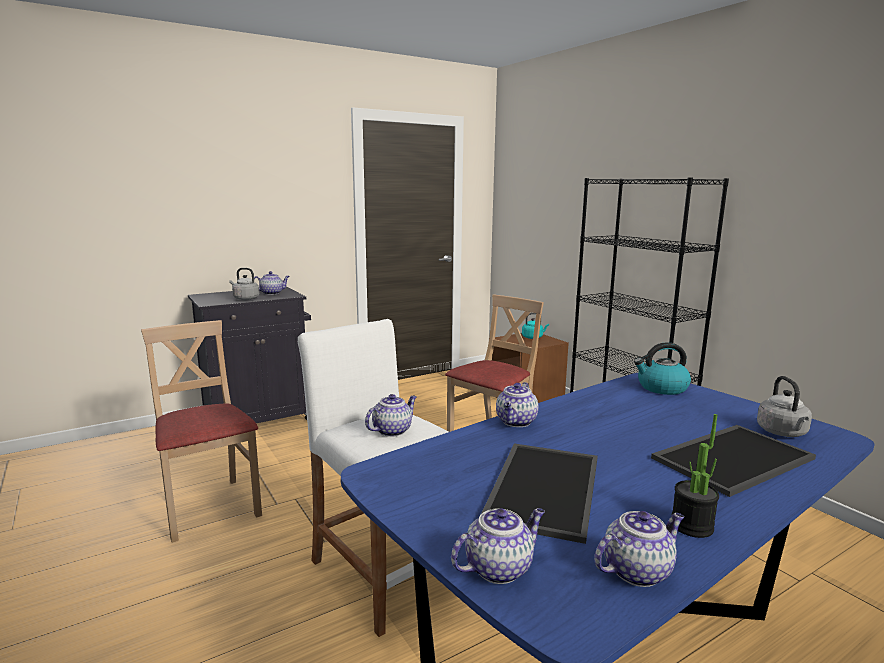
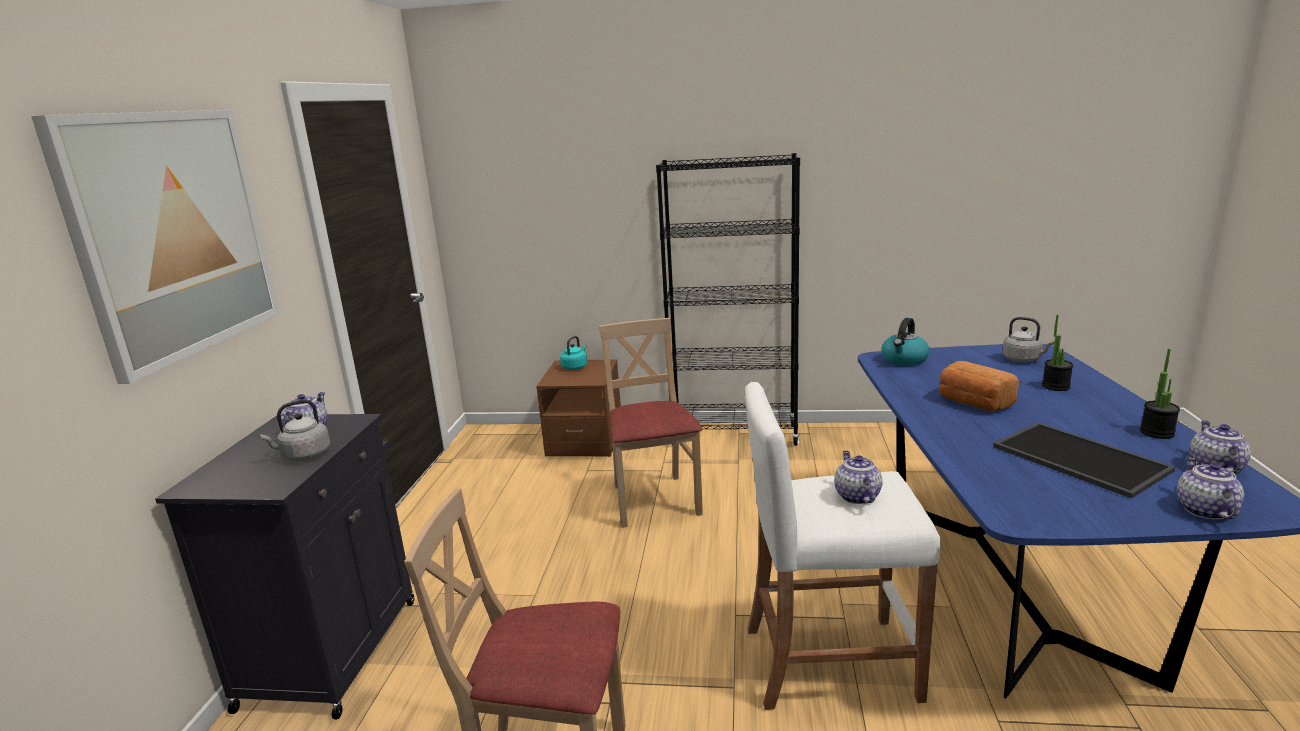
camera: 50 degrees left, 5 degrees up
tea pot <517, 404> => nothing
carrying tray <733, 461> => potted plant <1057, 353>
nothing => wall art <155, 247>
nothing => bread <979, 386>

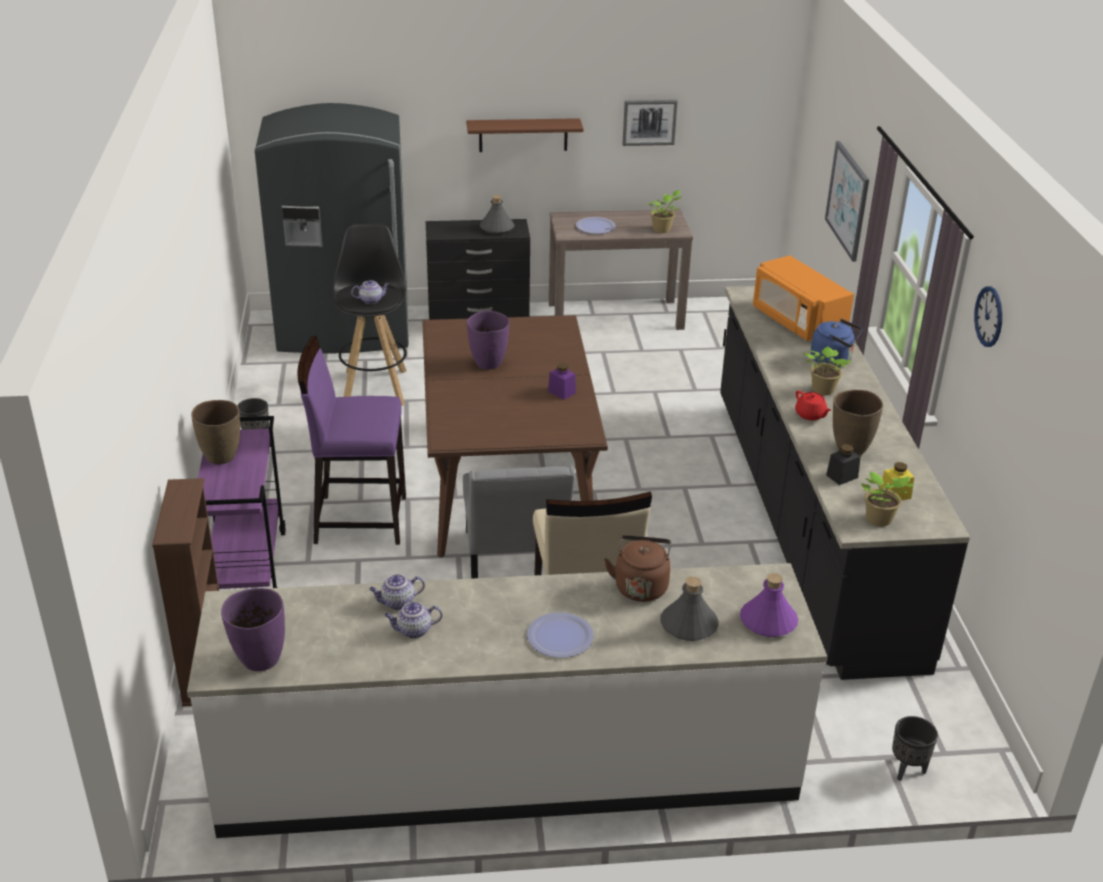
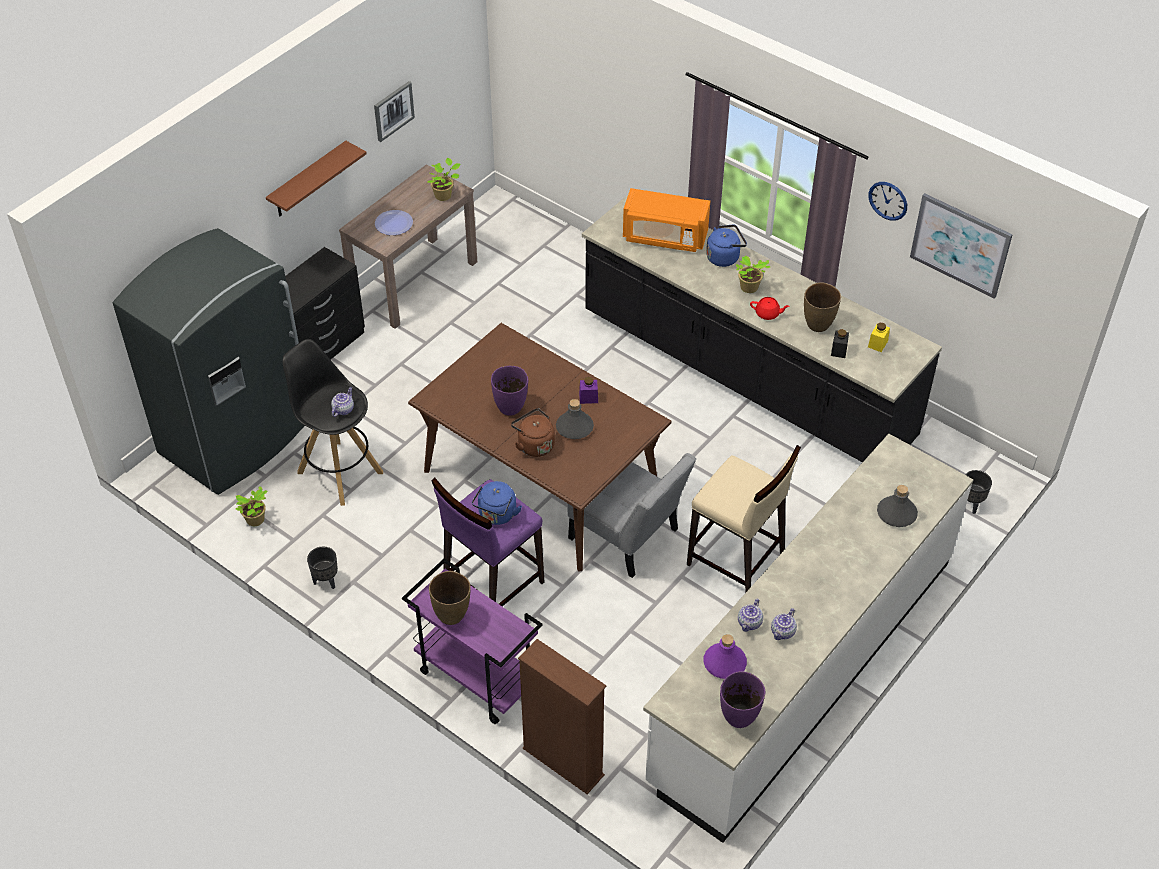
camera: 45 degrees left, 15 degrees up
wall art <847, 201> => wall art <961, 246>, shifted
drink bottle in grey <497, 214> => drink bottle in grey <575, 419>, shifted
potted plant <888, 499> => potted plant <251, 506>, shifted
water kettle in brown <638, 568> => water kettle in brown <533, 432>, shifted
drink bottle in purple <769, 605> => drink bottle in purple <725, 656>, shifted
dinner plate <560, 635> => nothing
nothing => water kettle in blue <497, 503>

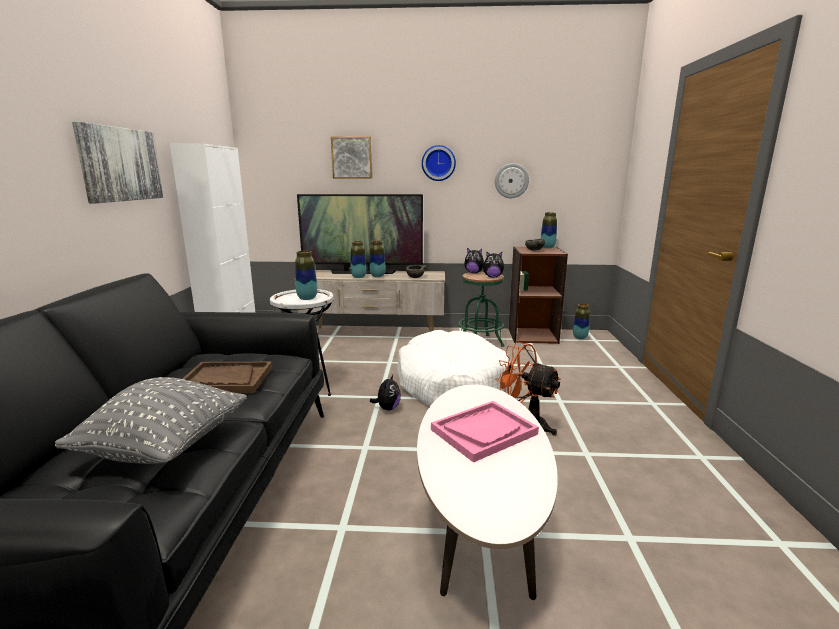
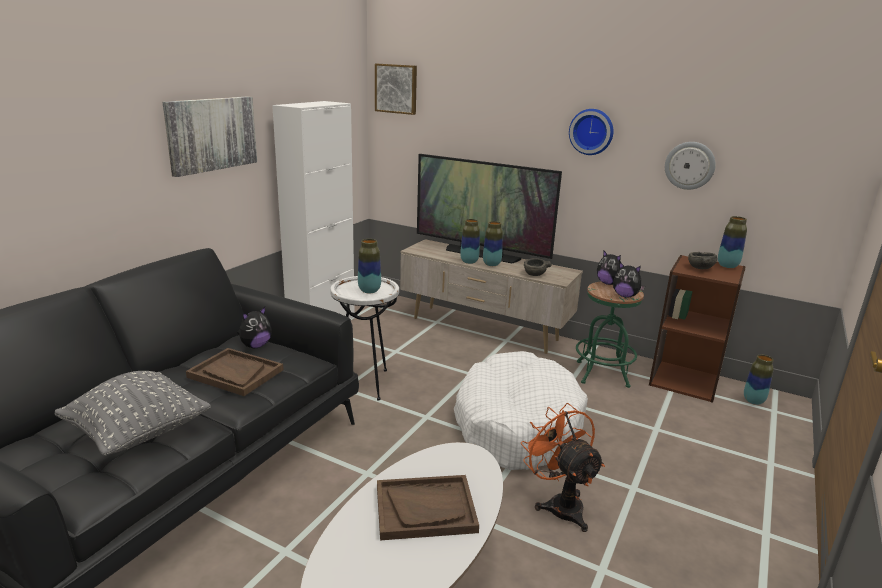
camera: 25 degrees right, 5 degrees up
wall art <352, 157> => wall art <396, 89>, shifted
plush toy <385, 393> => plush toy <254, 327>, shifted
carrying tray in pink <485, 432> => carrying tray in brown <428, 507>

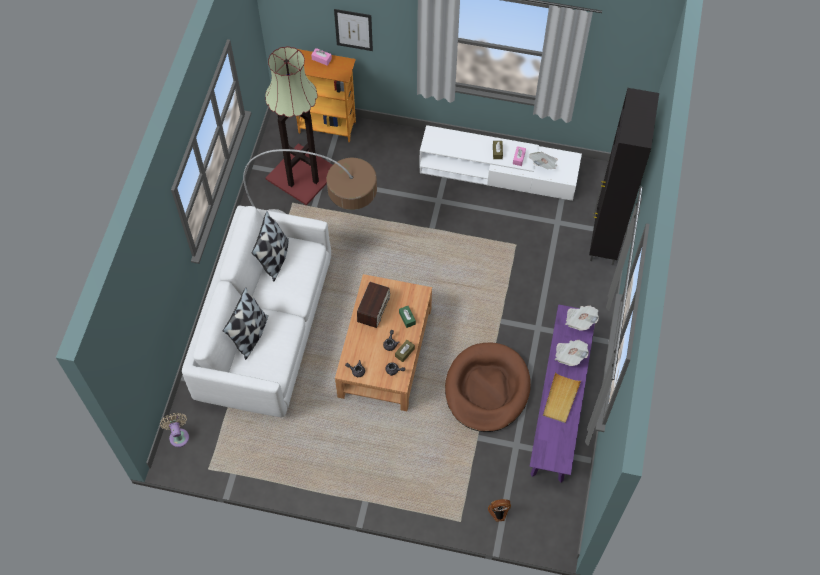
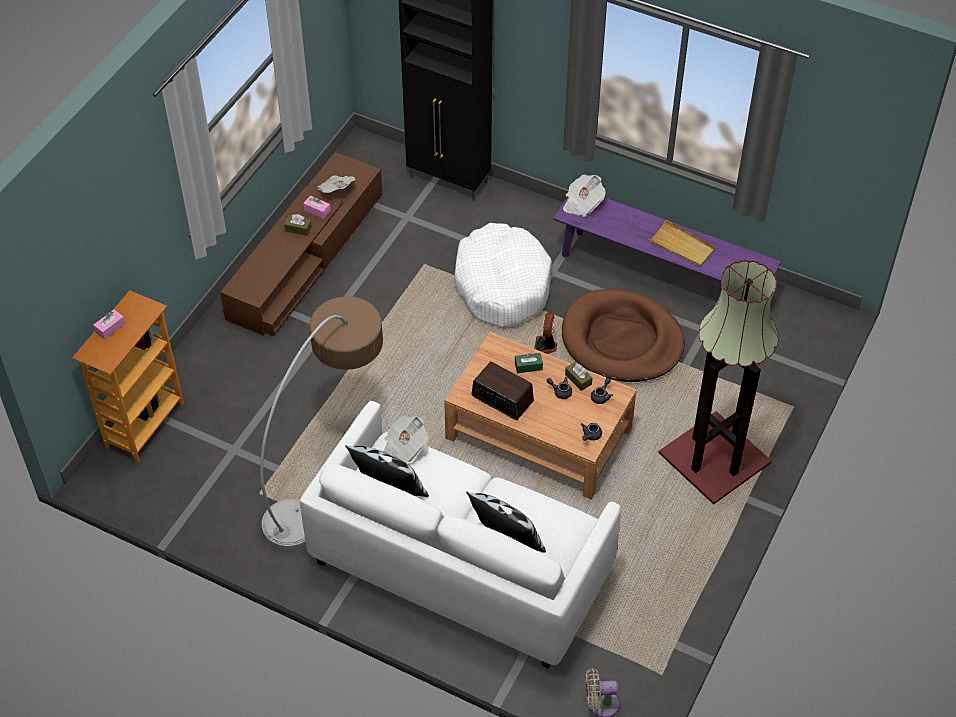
camera: 75 degrees left, 10 degrees down
wall art <353, 30> => nothing
floor lamp <298, 126> => floor lamp <718, 382>, shifted
tv unit in whitish <500, 163> => tv unit in brown <301, 244>
printed paper <572, 353> => printed paper <406, 439>, shifted
electric fan <499, 510> => electric fan <545, 333>, shifted
nothing => dog cushion in whitish <502, 275>

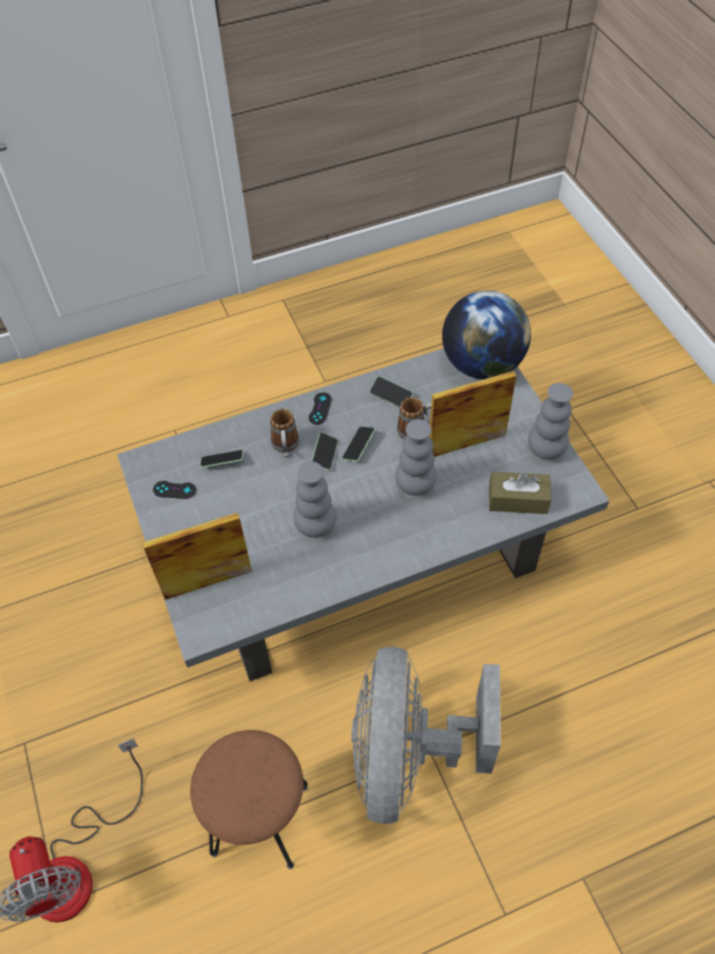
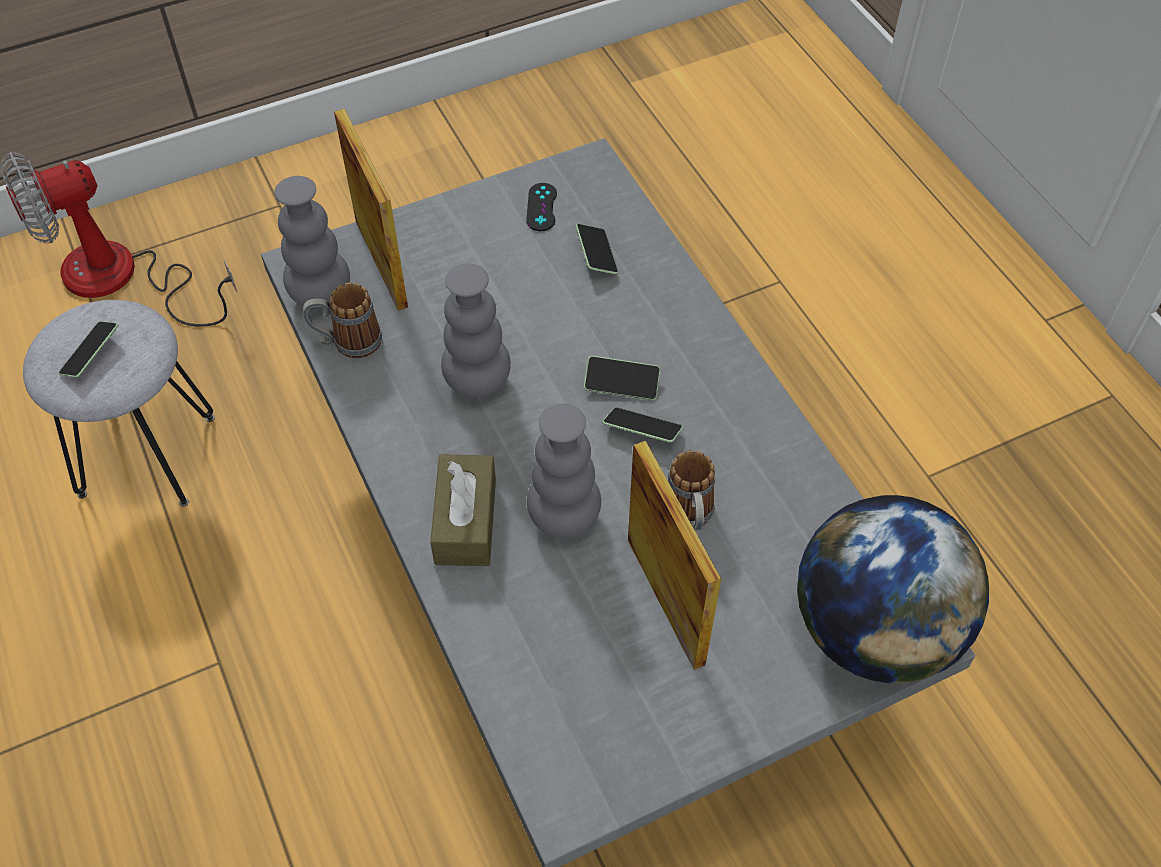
camera: 85 degrees right, 0 degrees up
telephone <391, 391> => telephone <88, 349>, shifted
vase in grey <550, 421> => vase in grey <312, 243>, shifted
gamepad in blackish <320, 408> => nothing
coffee mug <284, 433> => coffee mug <342, 320>, shifted
box of tissues in brown <520, 493> => box of tissues in brown <463, 510>, shifted
electric fan in grey <426, 735> => nothing
sitting stool in brown <249, 799> => sitting stool in grey <119, 403>

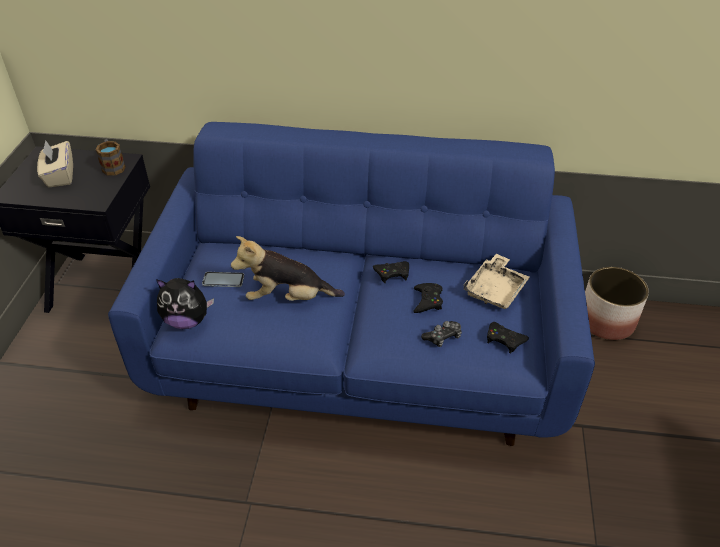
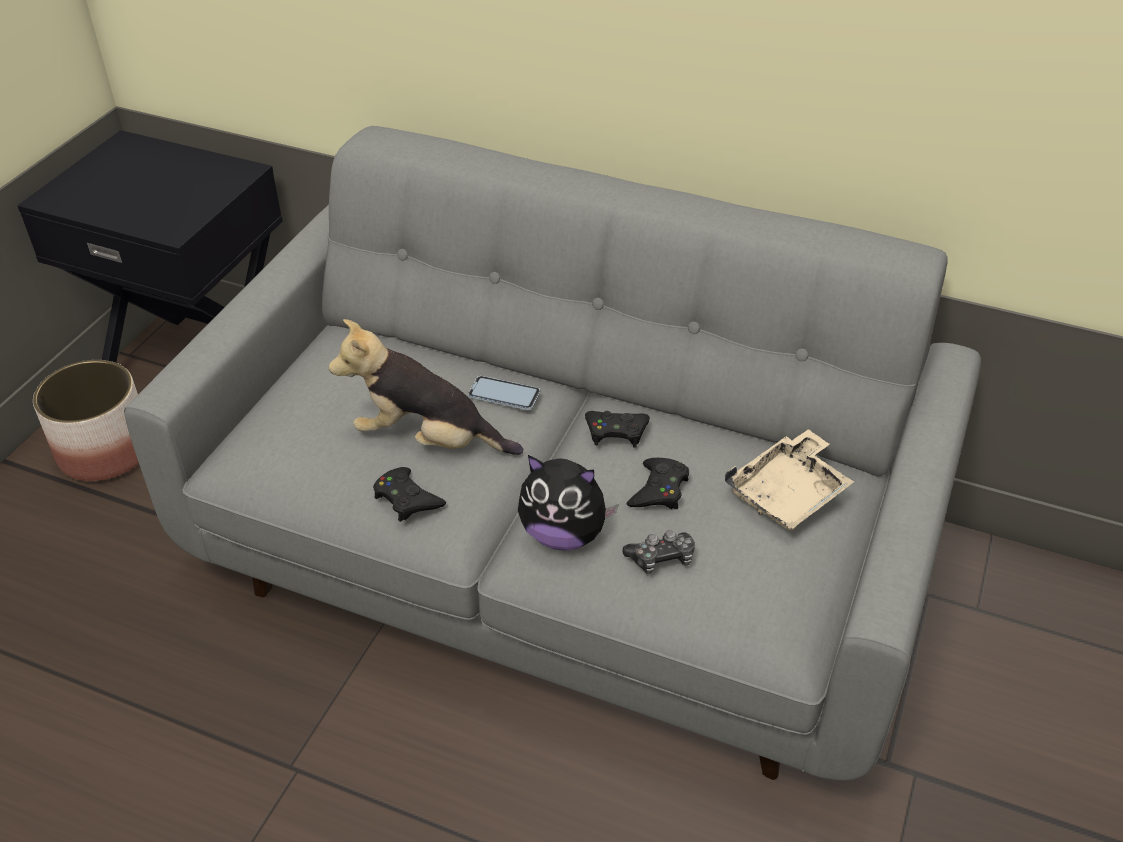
camera: 15 degrees right, 0 degrees up
couch in blue <351, 284> => couch in grey <552, 453>
coffee mug <110, 157> => nothing
box of tissues in sand-coloured <55, 163> => nothing
flower pot <617, 303> => flower pot <86, 420>, shifted
telephone <223, 279> => telephone <504, 393>, shifted
plush toy <185, 303> => plush toy <568, 503>, shifted
gamepad in blackish <508, 337> => gamepad in blackish <409, 494>, shifted

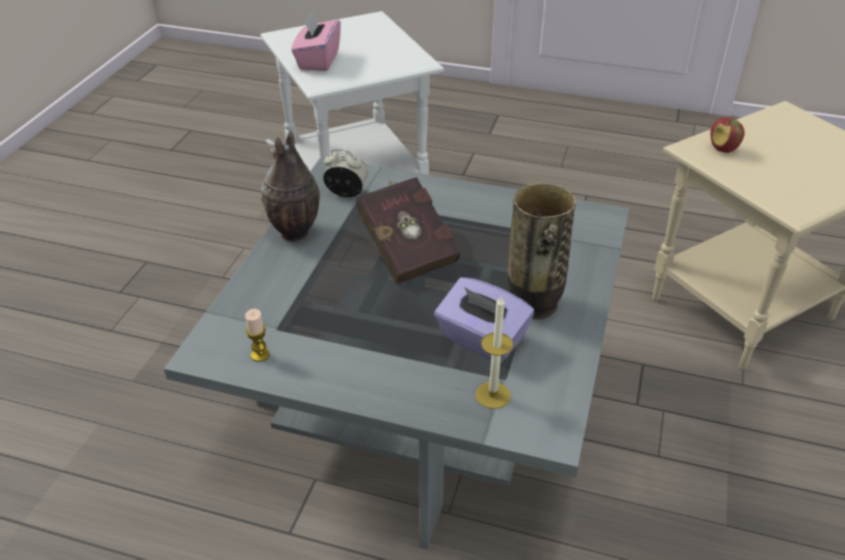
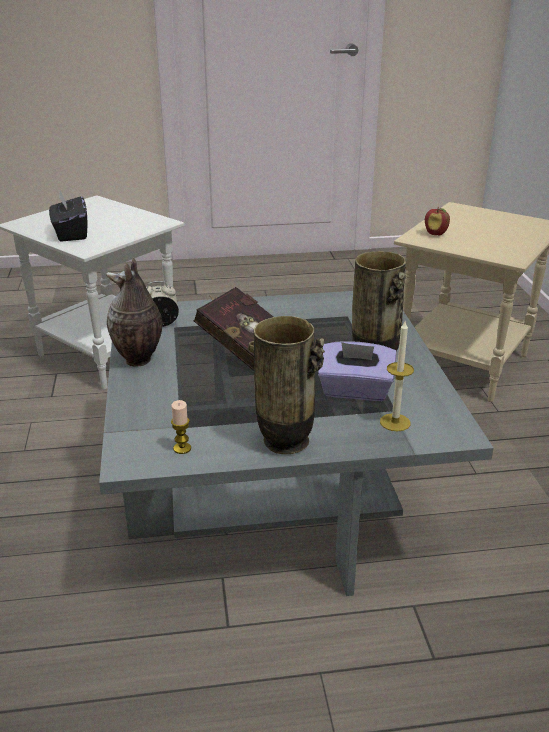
camera: 25 degrees left, 10 degrees down
box of tissues in pink <316, 41> => box of tissues in blackish <68, 216>
nothing => vase <286, 385>

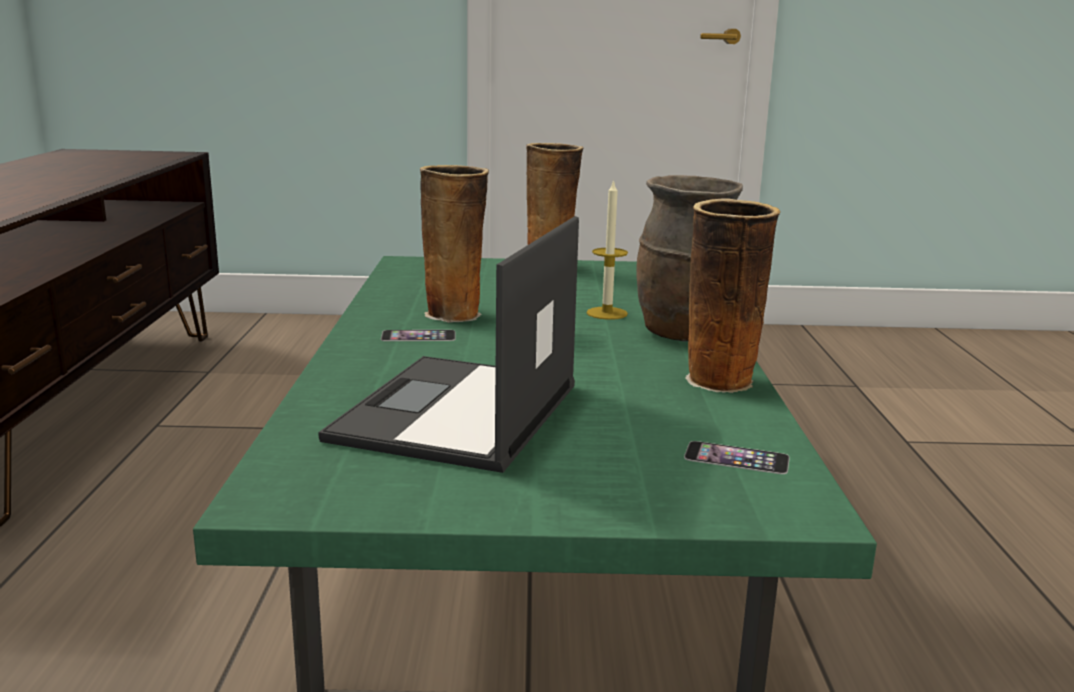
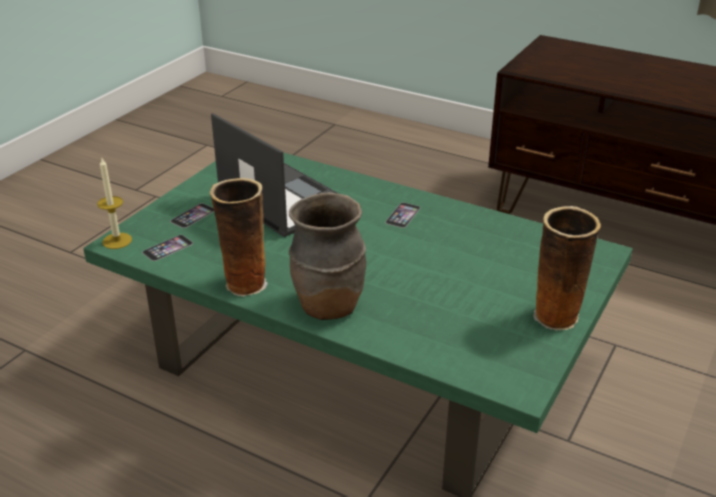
camera: 120 degrees right, 15 degrees up
vase <454, 244> => nothing
wax candle <607, 249> => wax candle <114, 203>, shifted
nothing => telephone <192, 215>

